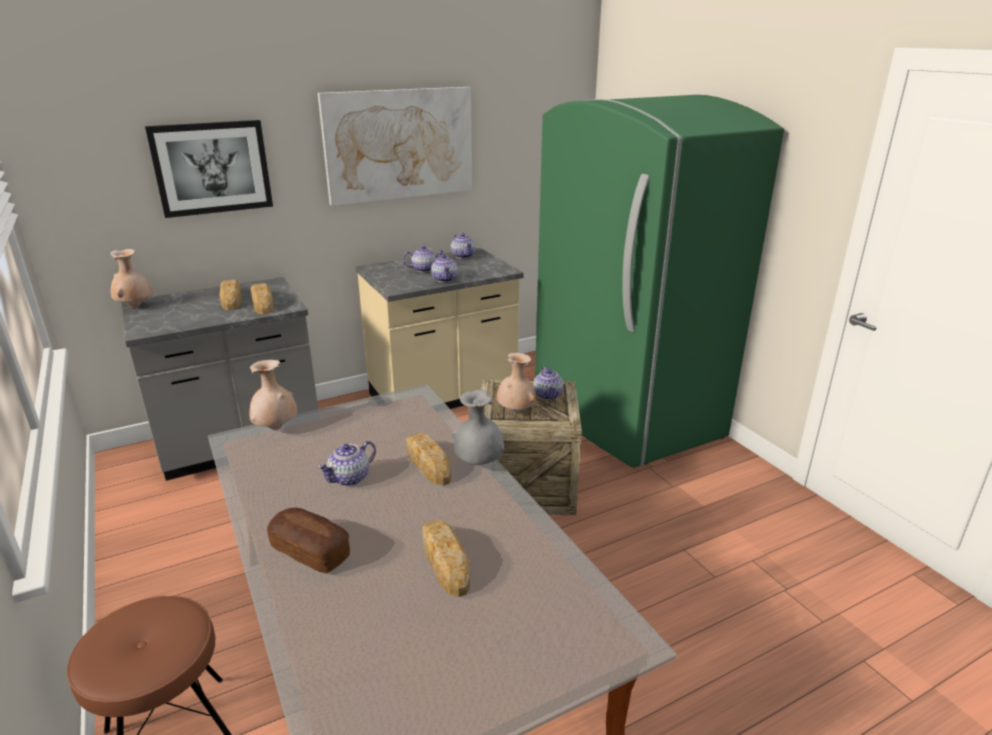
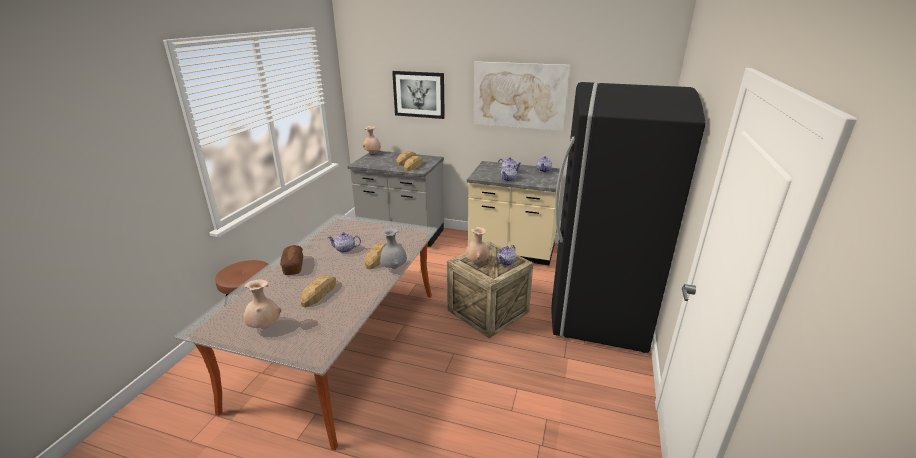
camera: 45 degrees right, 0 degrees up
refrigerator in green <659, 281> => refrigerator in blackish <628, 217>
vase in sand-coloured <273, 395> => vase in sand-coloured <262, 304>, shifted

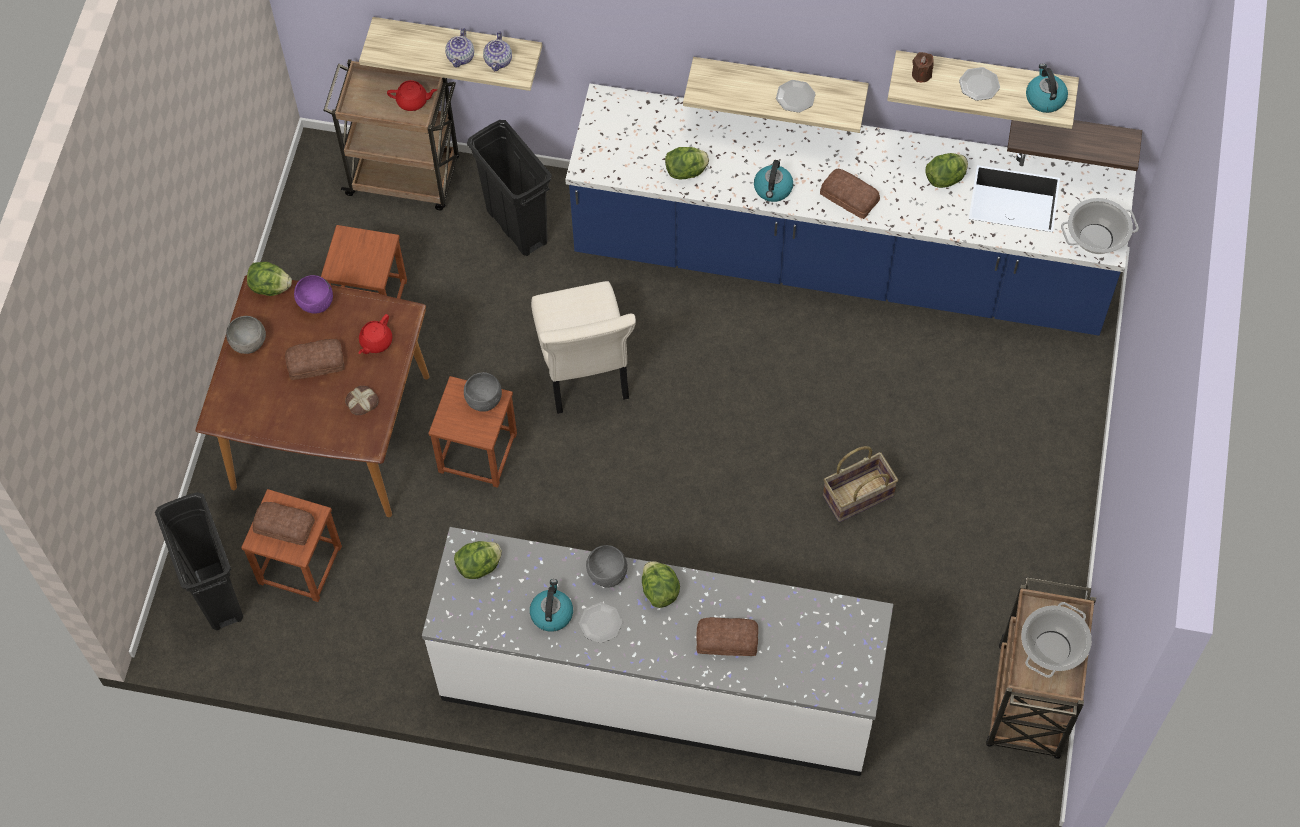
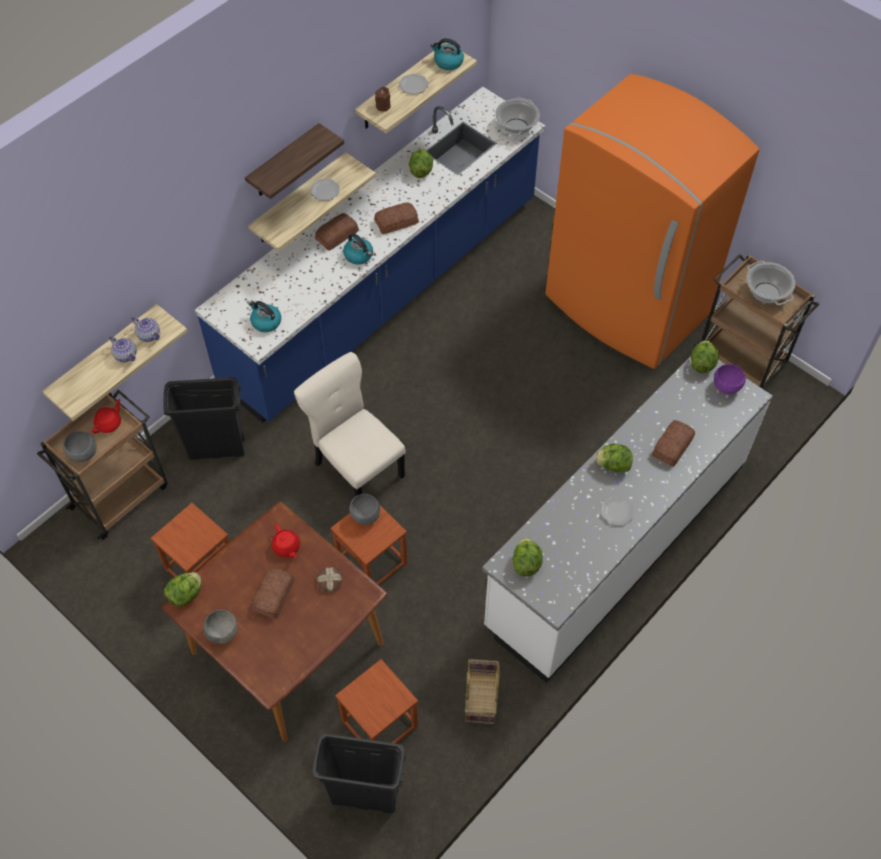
camera: 60 degrees left, 5 degrees down
wall shelf <1074, 145> => wall shelf <294, 161>, shifted
head of lettuce <687, 163> => head of lettuce <705, 356>, shifted
serving bowl in purple <313, 294> => serving bowl in purple <730, 379>, shifted
upright chair in sand-coloured <583, 347> => upright chair in sand-coloured <350, 424>, 150 degrees counterclockwise
basket <860, 484> => basket <482, 691>, shifted
bread <284, 524> => bread <337, 232>, shifted
serving bowl in grey <607, 566> => serving bowl in grey <80, 446>, shifted
water kettle <551, 605> => water kettle <265, 316>, shifted
nothing => refrigerator in orange <652, 221>

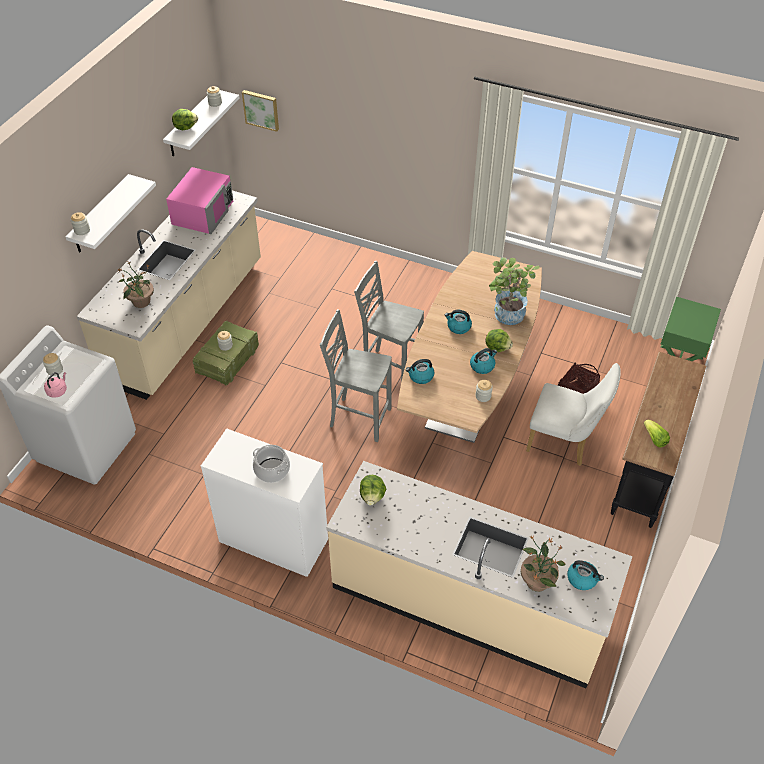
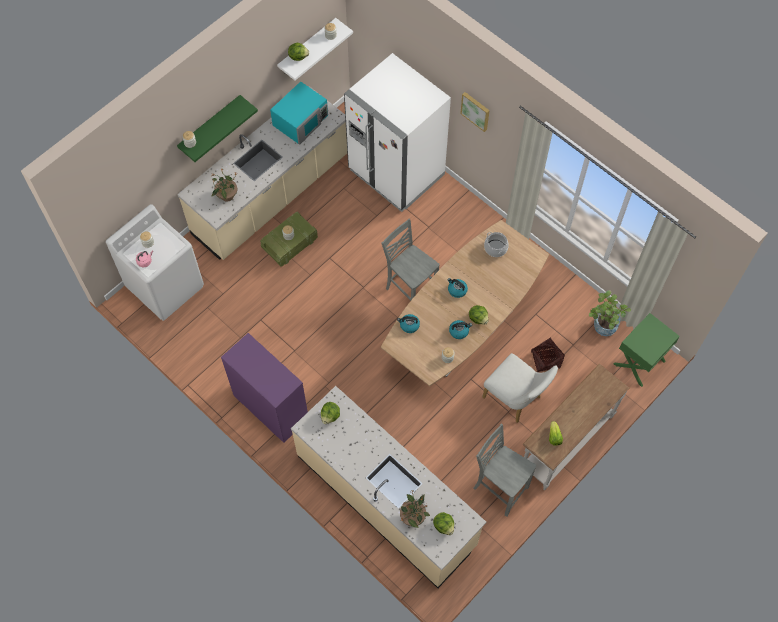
camera: 20 degrees right, 15 degrees up
wall art <260, 111> => wall art <475, 112>, shifted
kitchen microwave in pink <199, 200> => kitchen microwave in turquoise-coloured <299, 113>
wall shelf in whitish <111, 213> => wall shelf in green <217, 128>
potted plant <514, 291> => potted plant <610, 313>, shifted
upright chair in grey <356, 375> => upright chair in grey <504, 470>, shifted
hall table in blackish <658, 440> => hall table in whitish <576, 426>
chest of drawers in whitish <264, 502> => chest of drawers in purple <264, 388>
stockpot <271, 464> => stockpot <496, 244>, shifted
water kettle <585, 575> => head of lettuce <443, 523>
nothing => refrigerator in whitish <397, 132>

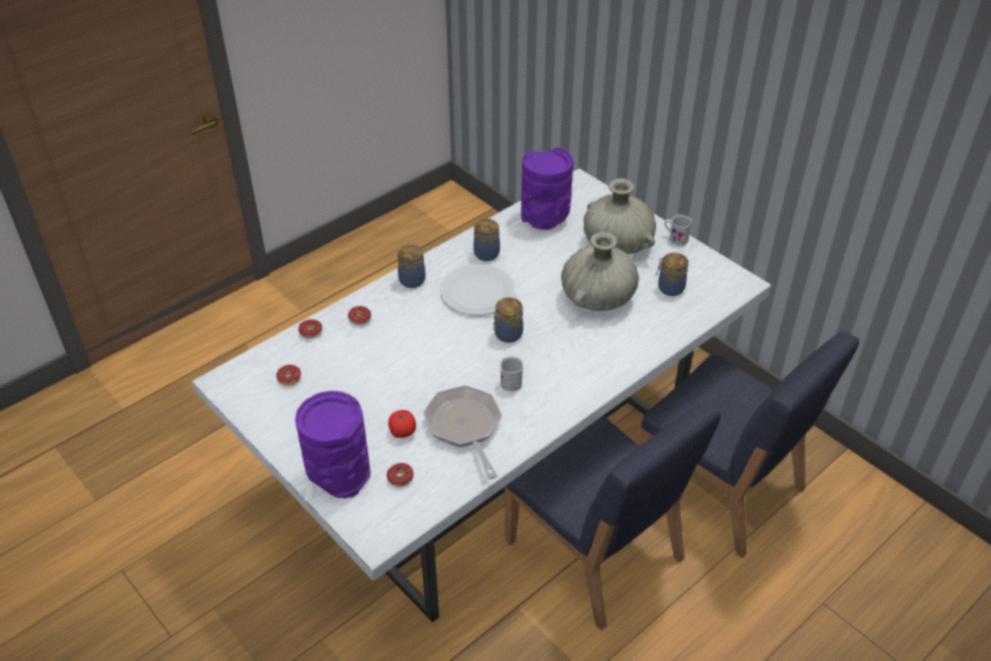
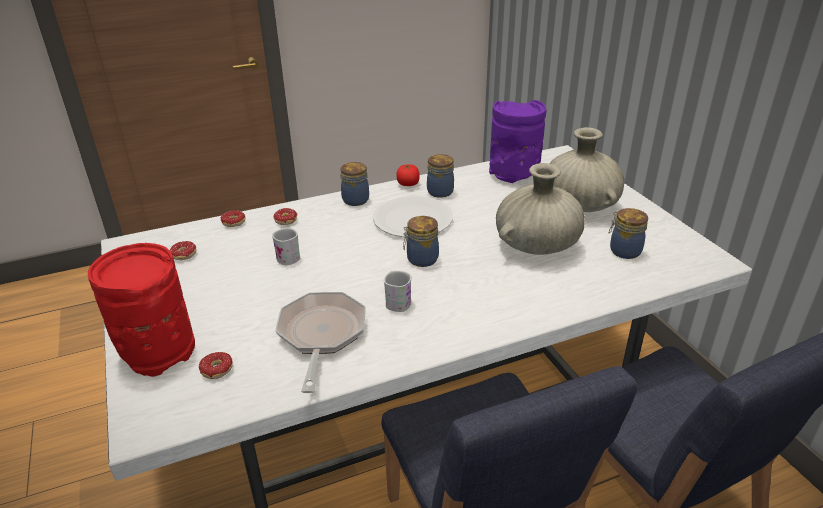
camera: 20 degrees right, 10 degrees down
coffee mug in whitish <678, 230> => coffee mug in whitish <286, 246>, shifted
vase in purple <332, 444> => vase in red <141, 310>
fresh tomato <402, 424> => fresh tomato <407, 175>, shifted

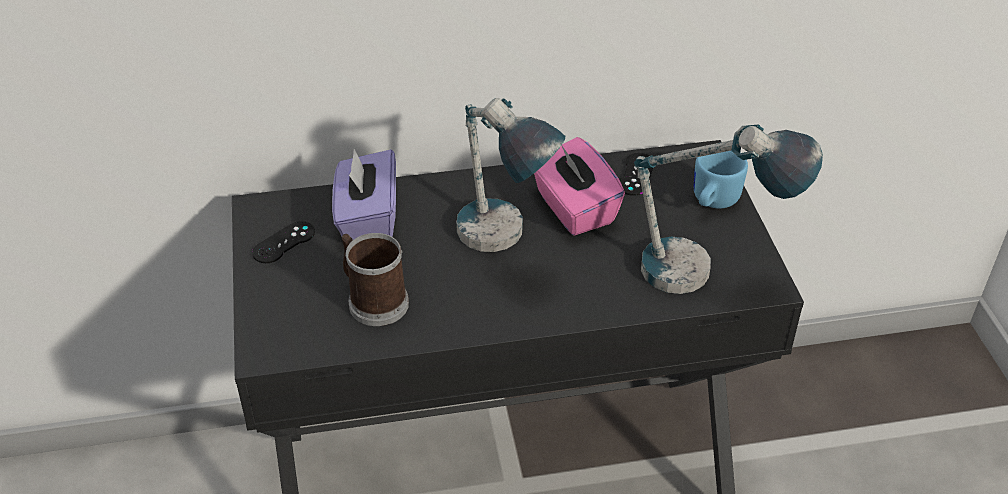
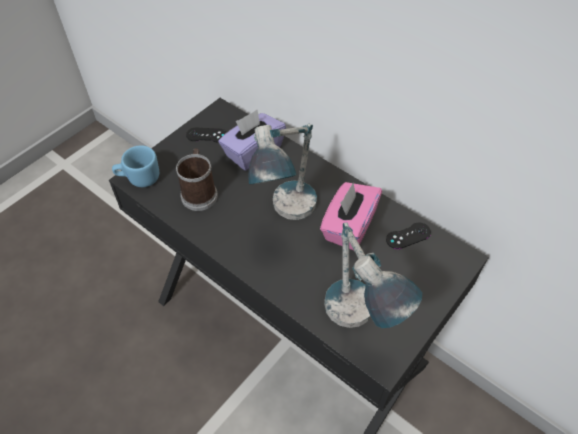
camera: 50 degrees right, 10 degrees up
coffee mug in blue <721, 180> => coffee mug in blue <135, 166>, shifted

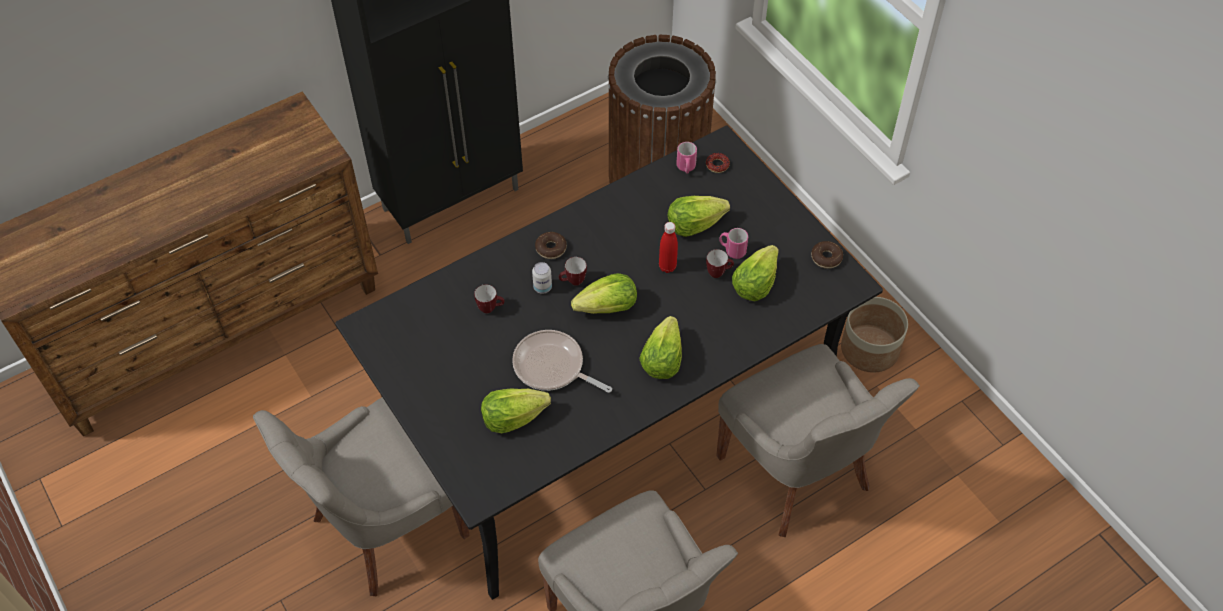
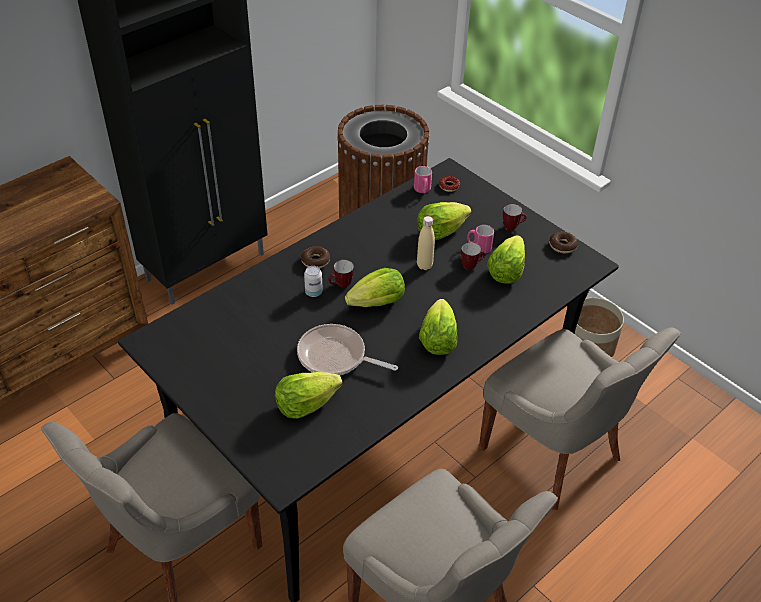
camera: 10 degrees left, 10 degrees down
drink bottle in red <668, 247> => drink bottle in sand-coloured <426, 243>
coffee mug <489, 298> => coffee mug <515, 217>, shifted

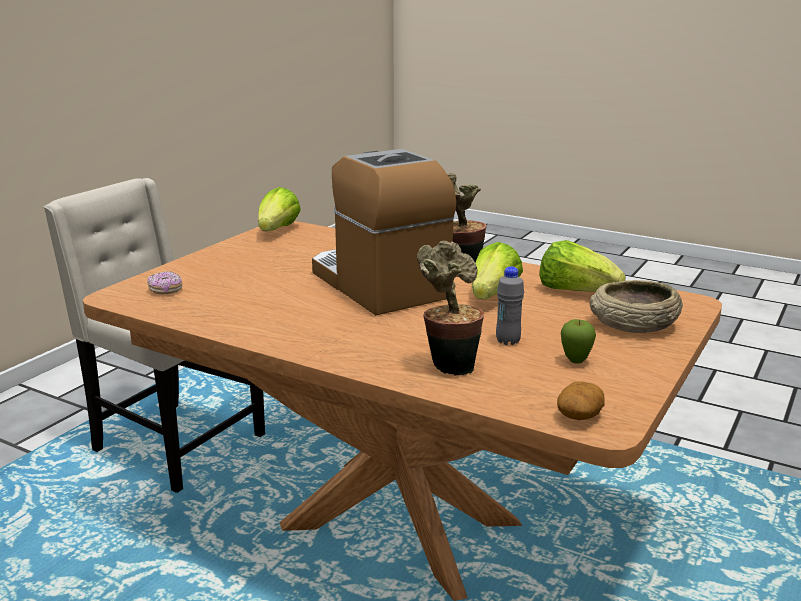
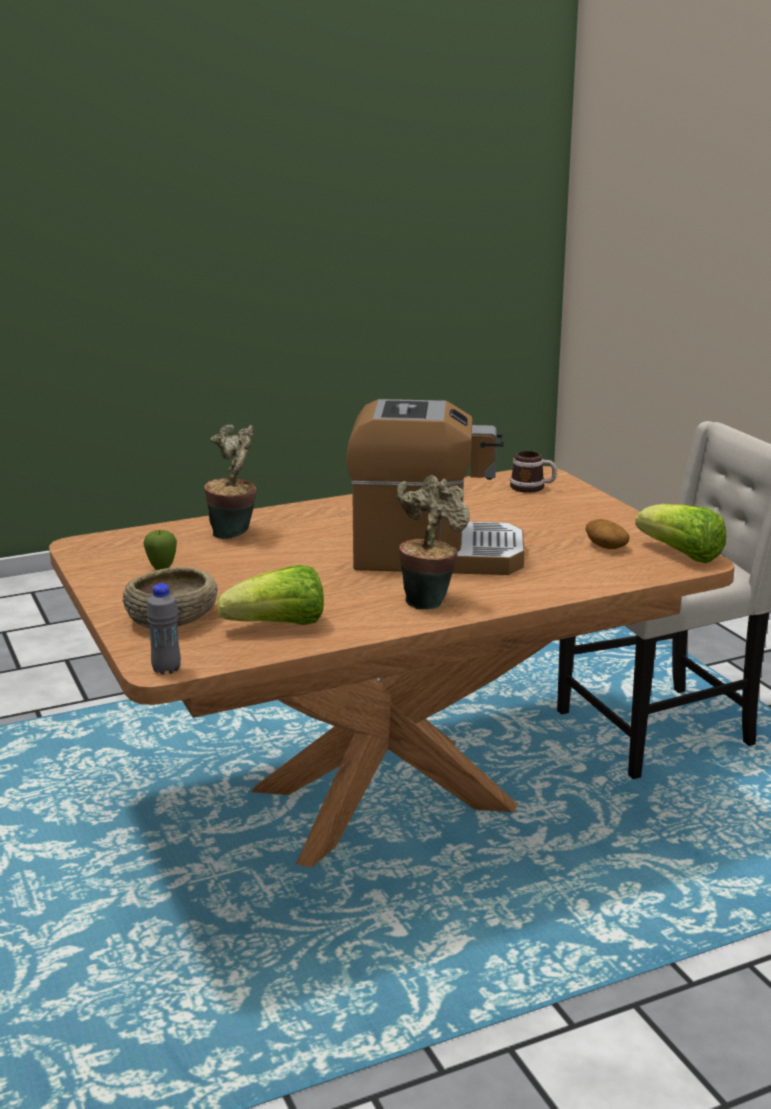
camera: 125 degrees right, 0 degrees up
head of lettuce <497, 270> => nothing
drink bottle in grey <510, 306> => drink bottle in grey <163, 629>, shifted
donut <165, 282> => coffee mug <533, 472>
whole potato <581, 400> => whole potato <607, 534>, shifted

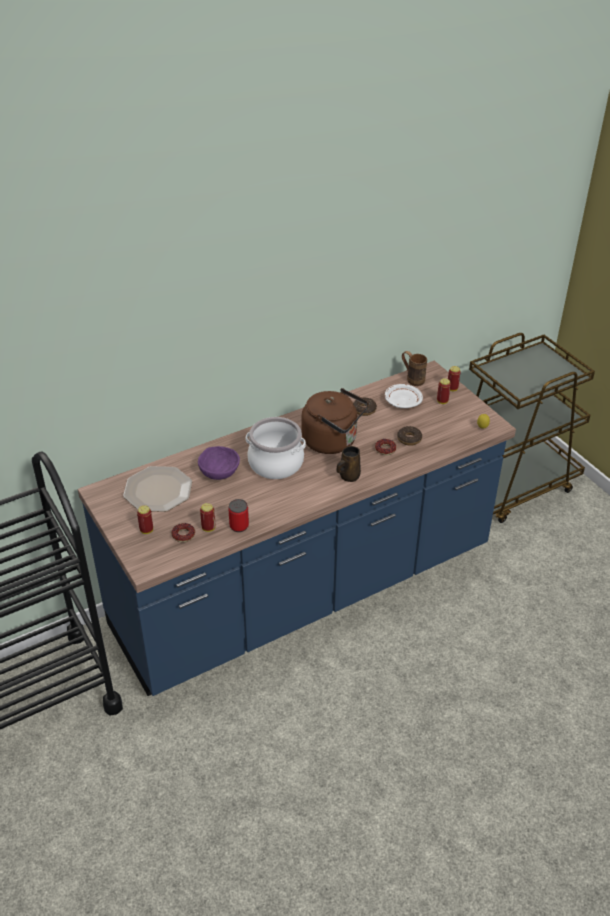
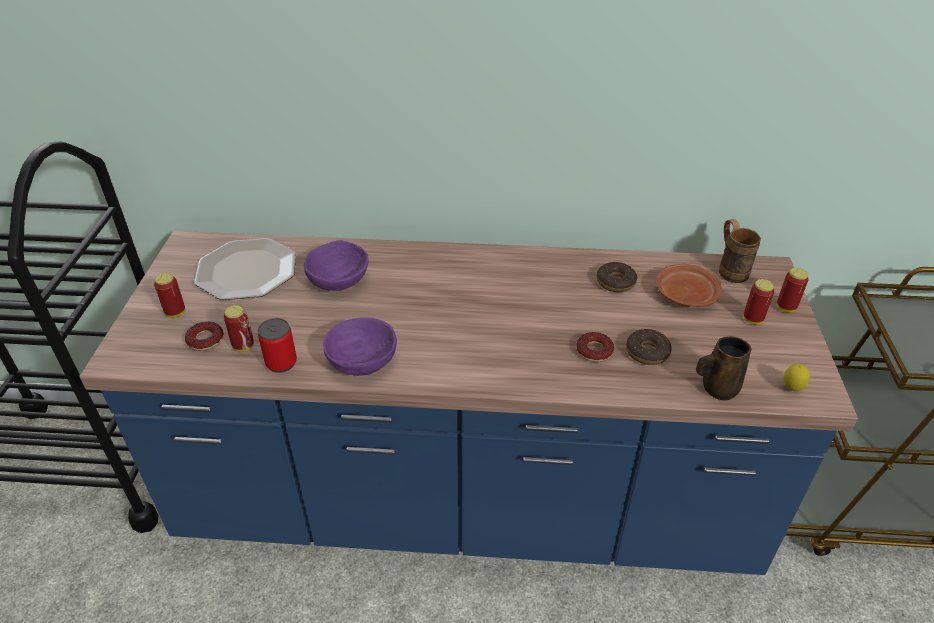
camera: 35 degrees right, 0 degrees up
dinner plate in whitish <404, 396> => dinner plate in brown <689, 285>
water kettle in brown <334, 421> => nothing
stockpot <276, 448> => nothing
coffee mug in brown <348, 464> => coffee mug in brown <723, 368>, shifted
nothing => serving bowl in purple <360, 346>

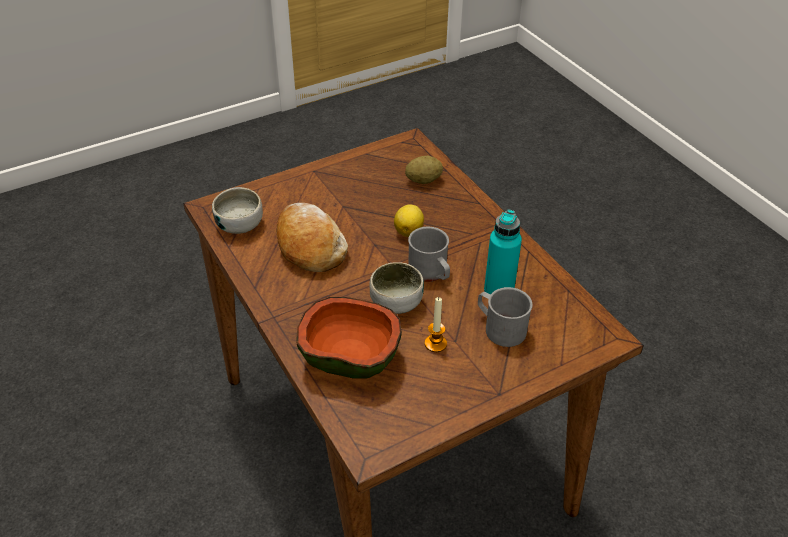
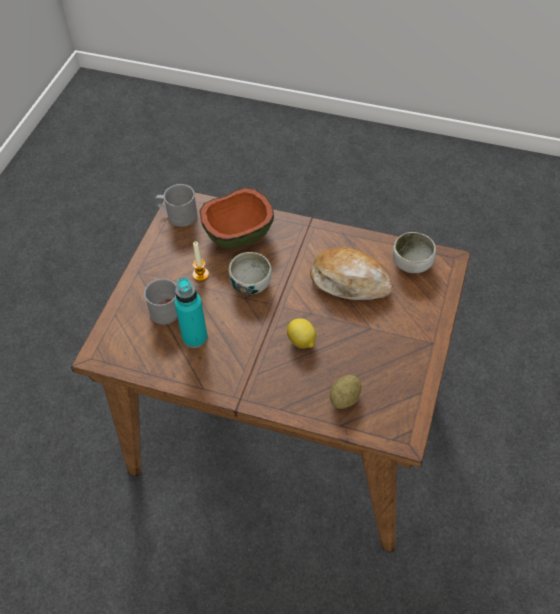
camera: 140 degrees right, 10 degrees up
coffee mug in grey <429, 254> => coffee mug in grey <176, 205>, shifted

